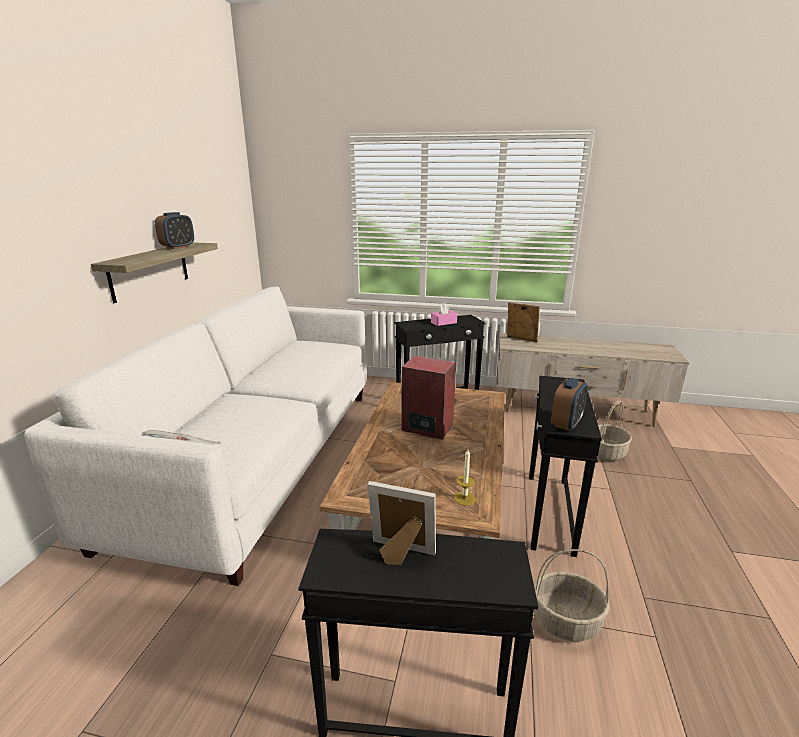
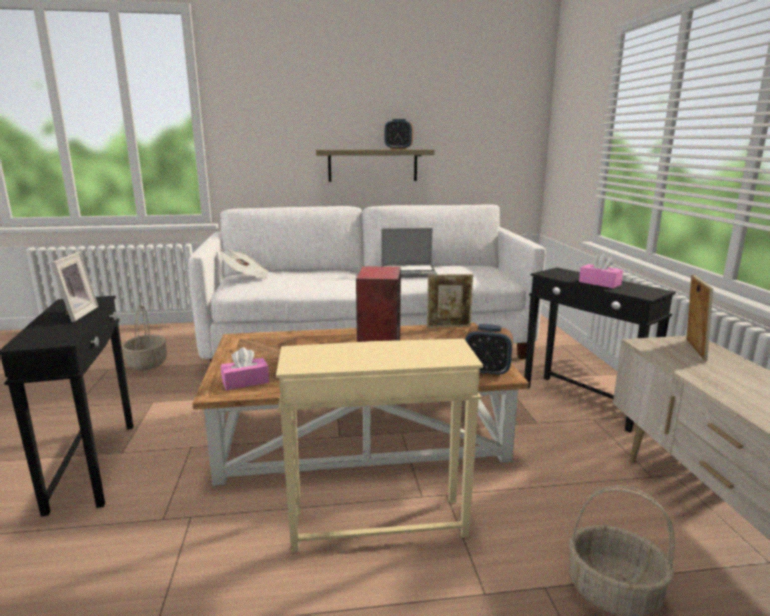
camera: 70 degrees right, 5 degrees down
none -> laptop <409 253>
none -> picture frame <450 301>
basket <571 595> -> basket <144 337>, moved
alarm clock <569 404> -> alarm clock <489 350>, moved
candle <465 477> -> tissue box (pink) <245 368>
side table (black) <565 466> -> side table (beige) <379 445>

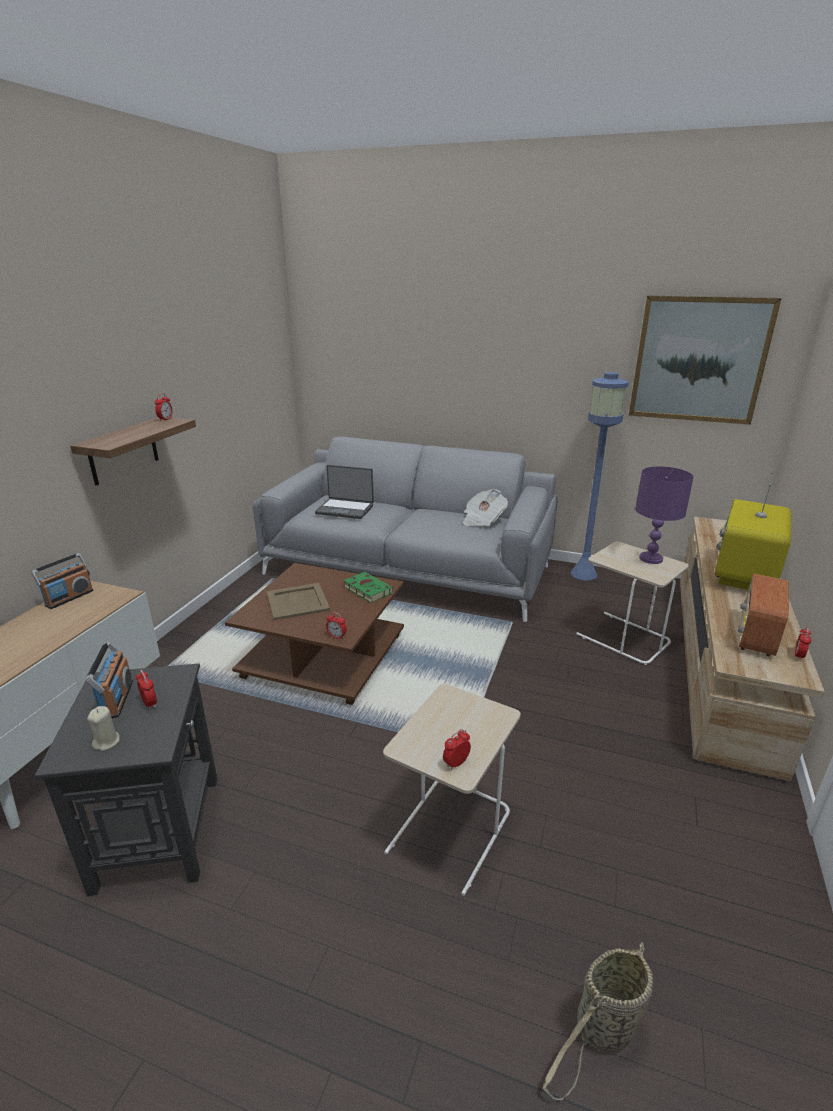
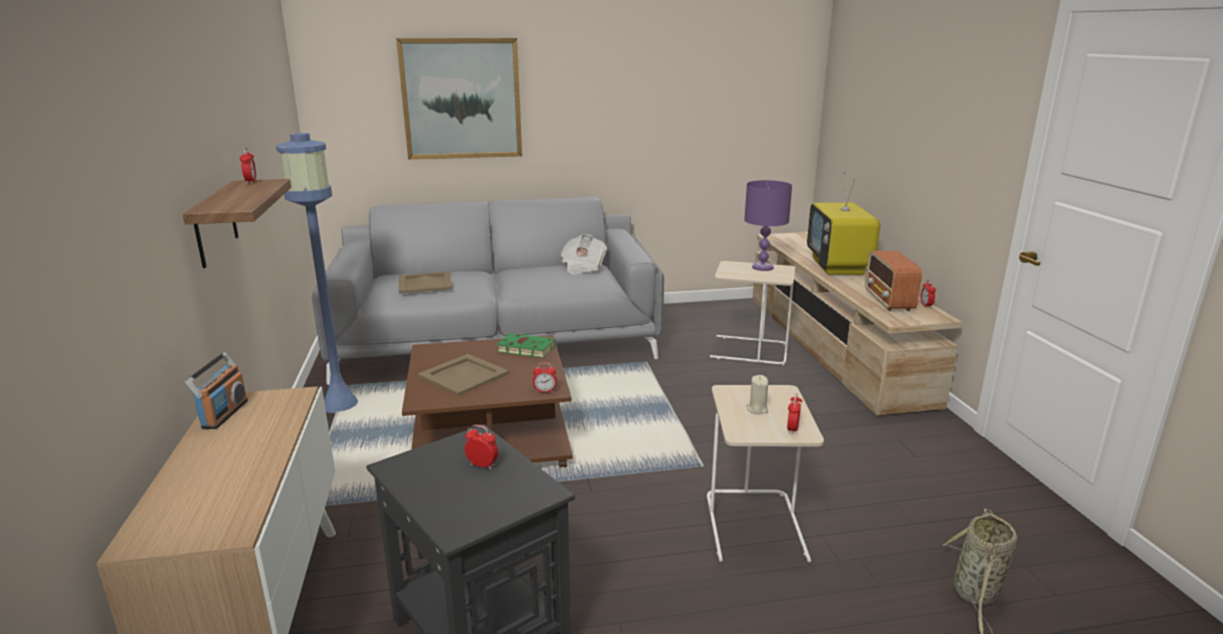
camera: 30 degrees left, 5 degrees down
radio <109 679> -> none
candle (beige) <103 728> -> candle (beige) <757 394>, moved
floor lamp (blue) <599 476> -> floor lamp (blue) <317 273>, moved
picture <705 360> -> picture <459 99>, moved
laptop <344 492> -> tray (beige) <426 282>

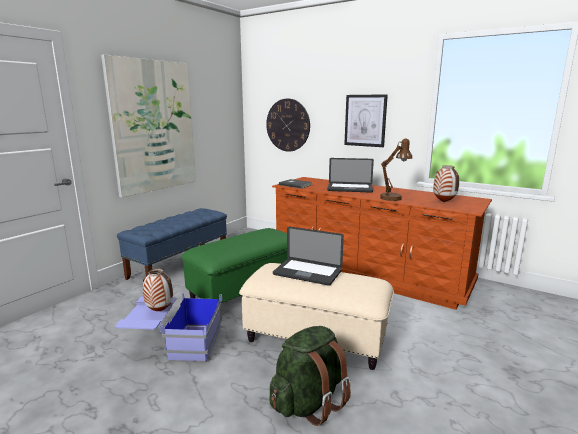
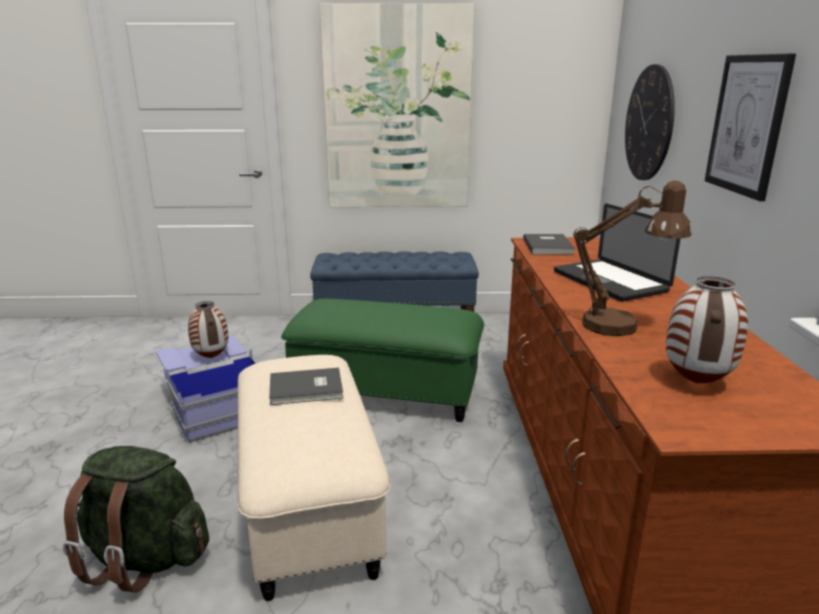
camera: 55 degrees right, 5 degrees up
laptop <308 256> -> book (grey) <306 386>

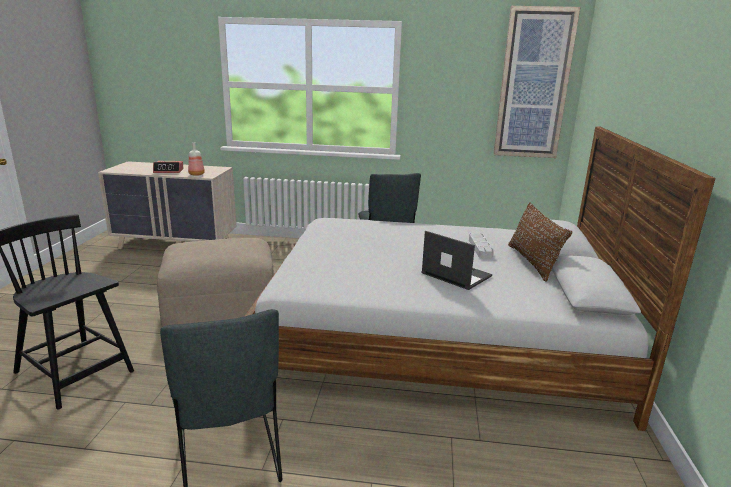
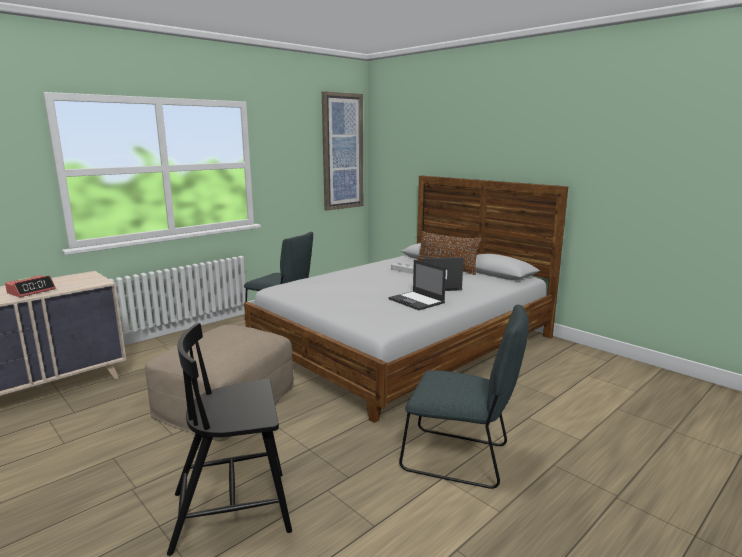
camera: 50 degrees left, 5 degrees down
bottle <196 159> -> none
none -> laptop <417 285>

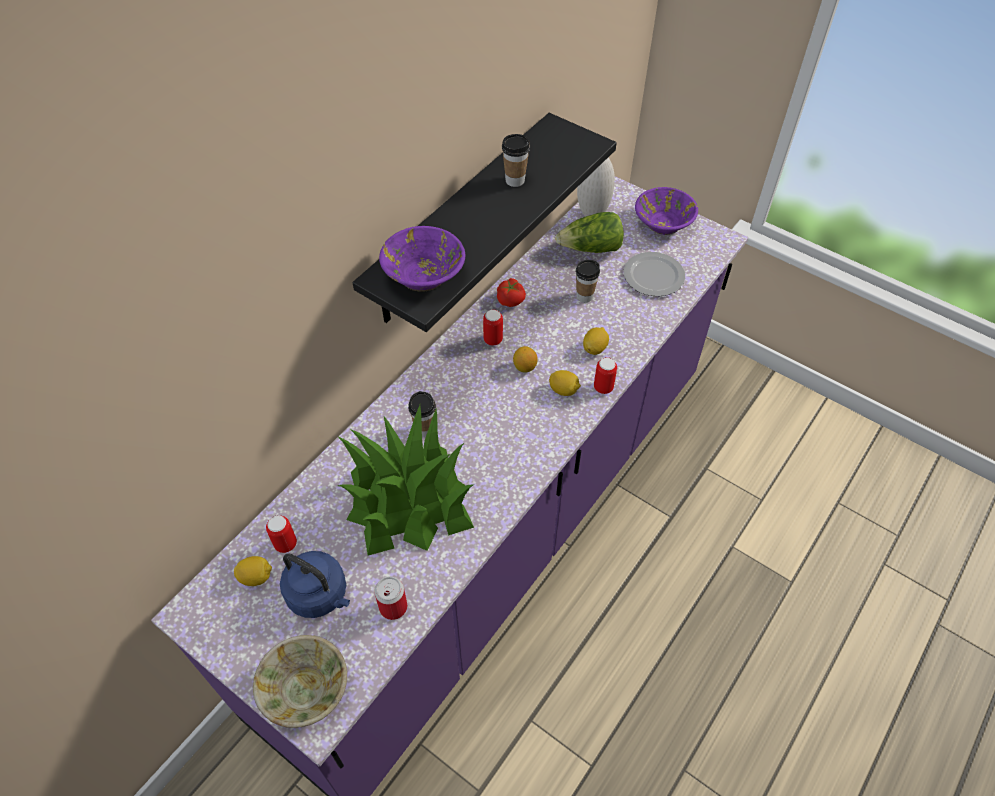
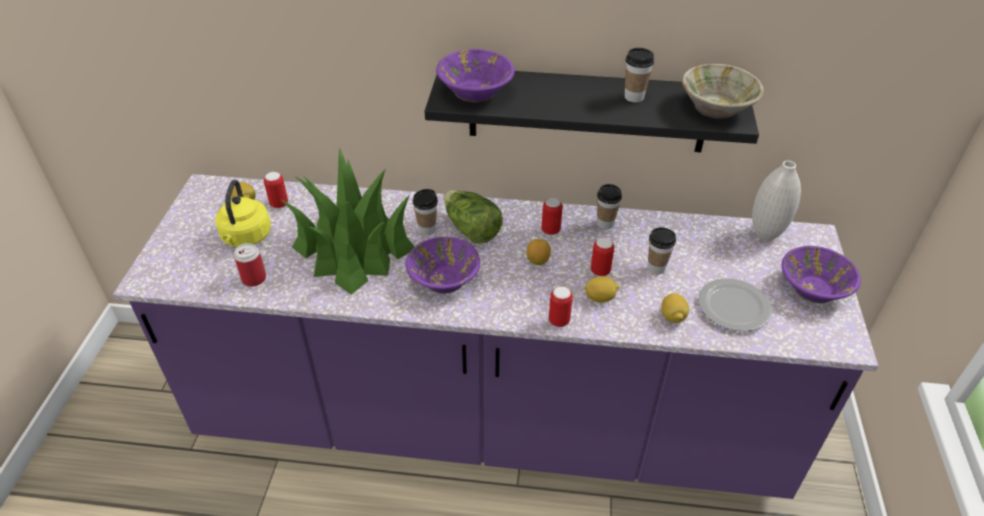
camera: 60 degrees right, 10 degrees down
none -> bowl (purple) <443 265>
none -> can <602 256>
bowl (beige) <300 681> -> bowl (beige) <723 91>, moved
lemon <565 383> -> lemon <675 308>, moved
lettuce <589 232> -> lettuce <473 216>, moved
tomato <511 292> -> cup <609 206>
kettle (blue) <315 584> -> kettle (yellow) <243 213>

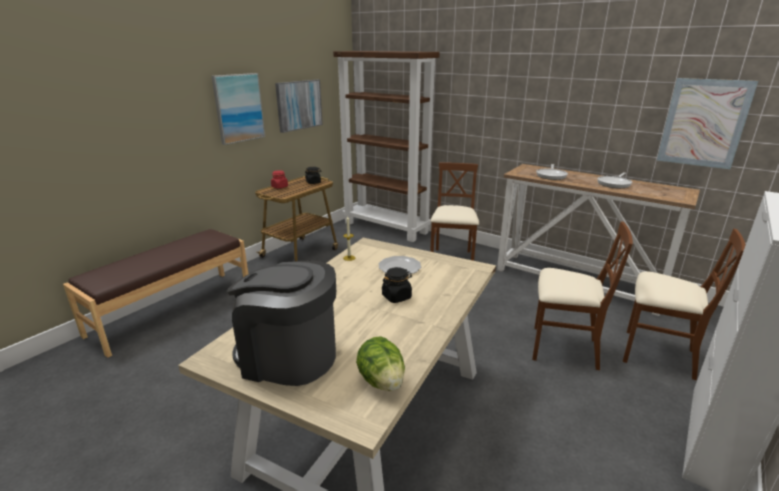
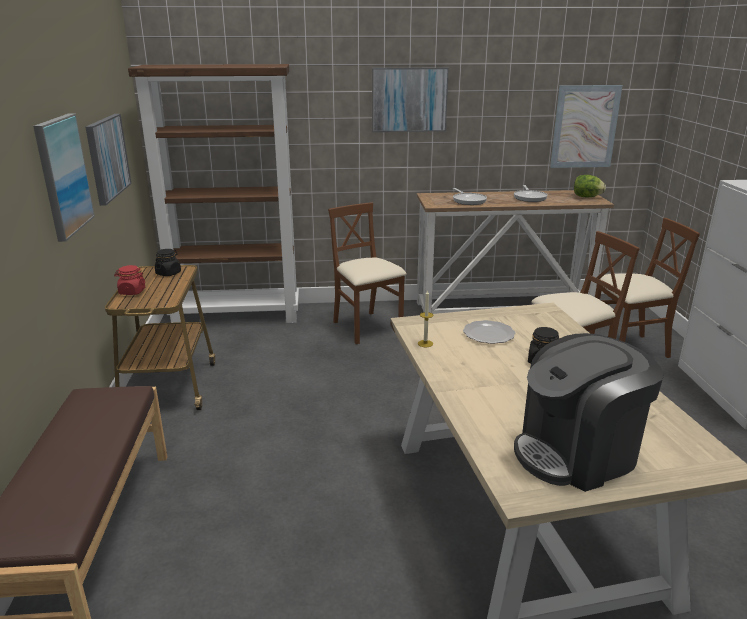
camera: 40 degrees left, 0 degrees up
none -> picture <410 99>
lettuce <380 363> -> lettuce <590 186>, moved

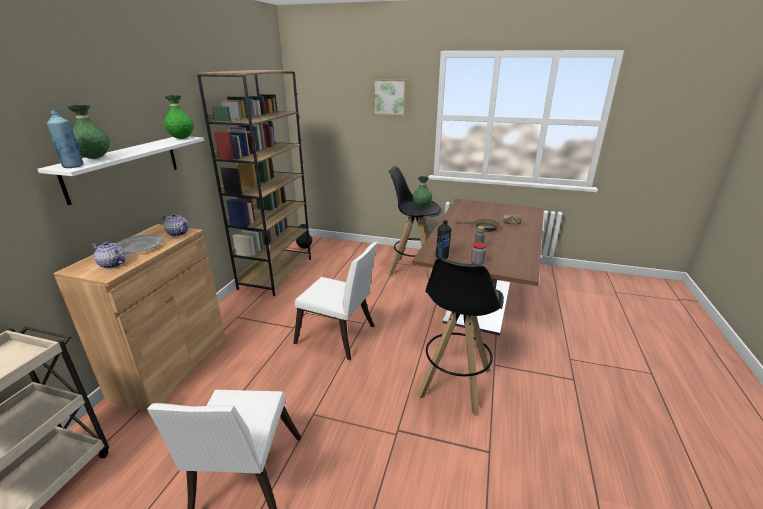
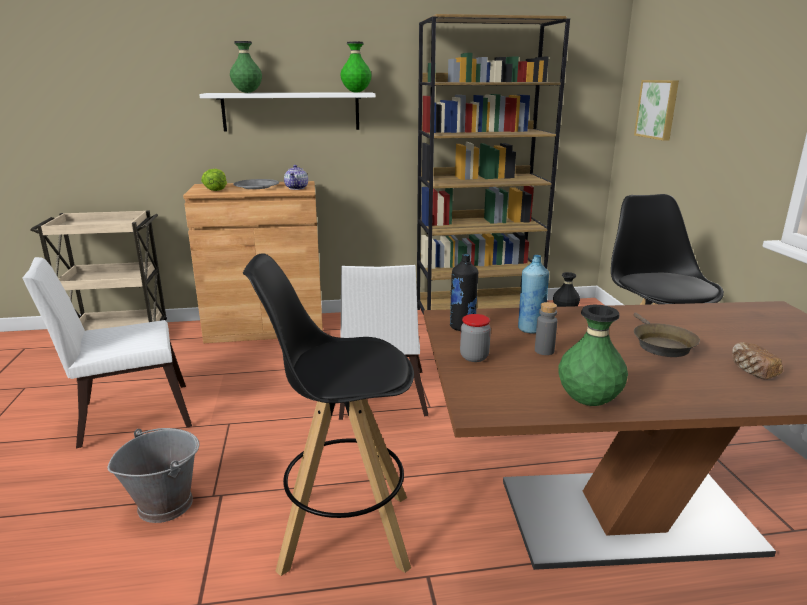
camera: 65 degrees right, 5 degrees down
none -> bucket (grey) <153 475>
bottle (blue) <65 138> -> bottle (blue) <533 294>, moved
picture <390 97> -> picture <656 110>, moved
vase (green) <422 191> -> vase (green) <593 355>, moved
teapot <109 255> -> lettuce <214 180>

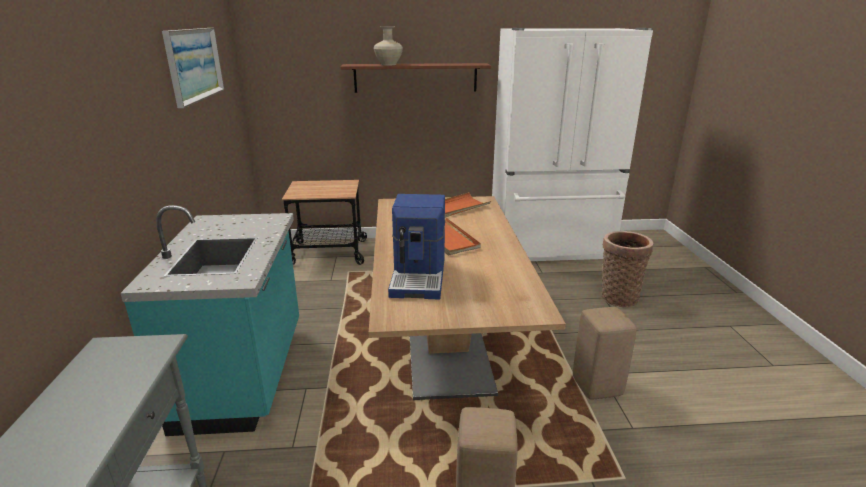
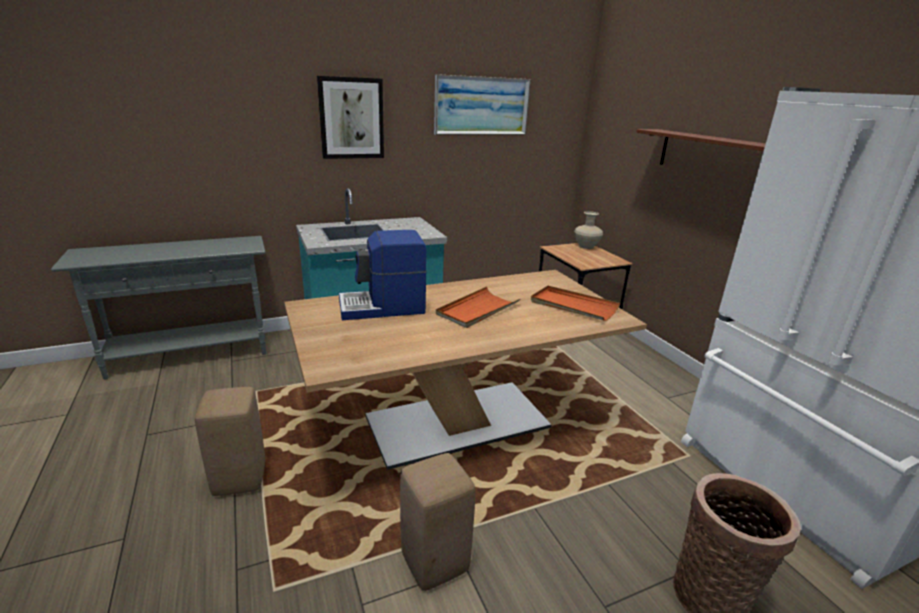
camera: 70 degrees right, 0 degrees up
none -> picture <350 117>
vase (beige) <388 45> -> vase (beige) <588 230>, moved

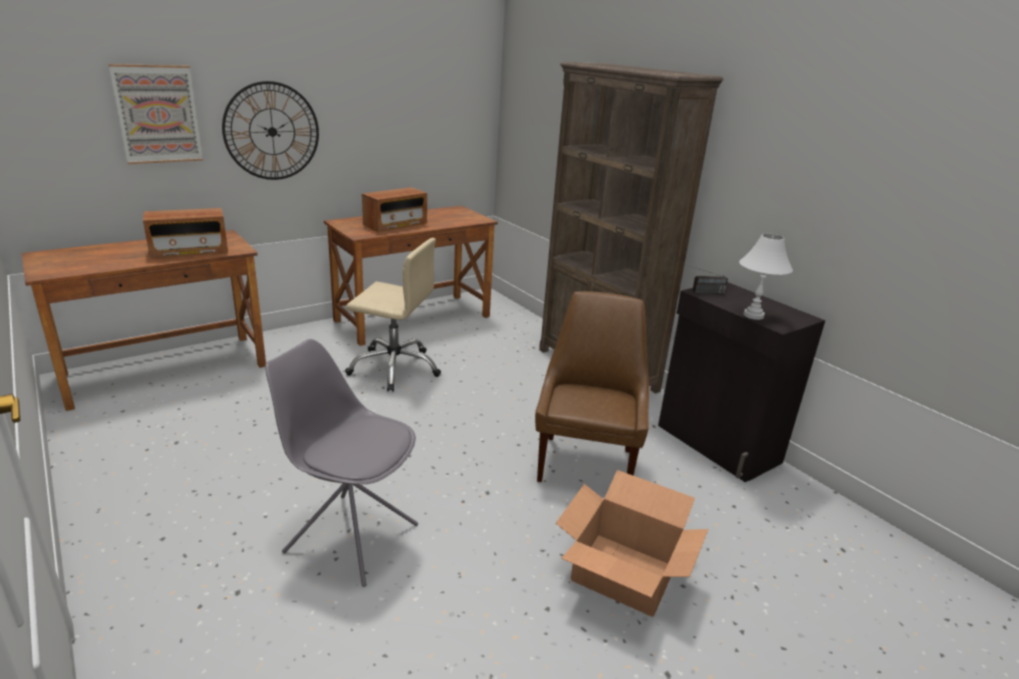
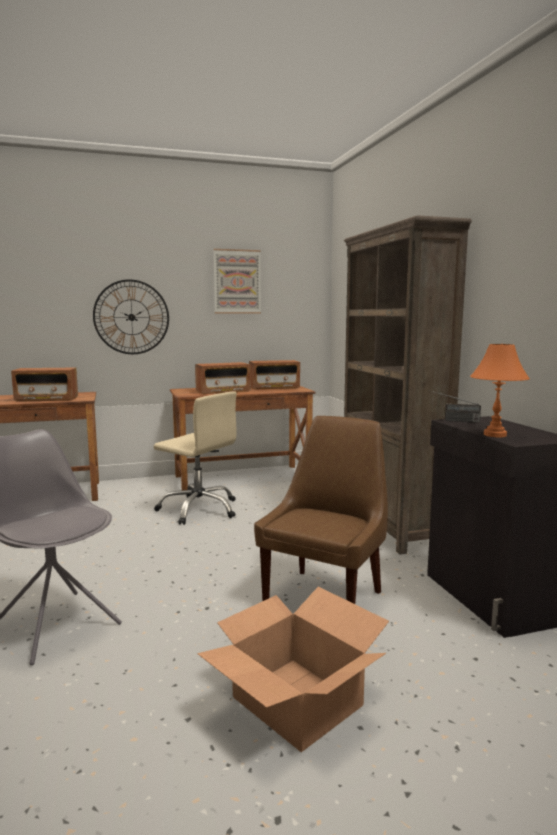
camera: 20 degrees right, 15 degrees down
none -> radio <274 375>
picture <156 114> -> picture <237 281>, moved
table lamp (white) <766 277> -> table lamp (orange) <500 390>

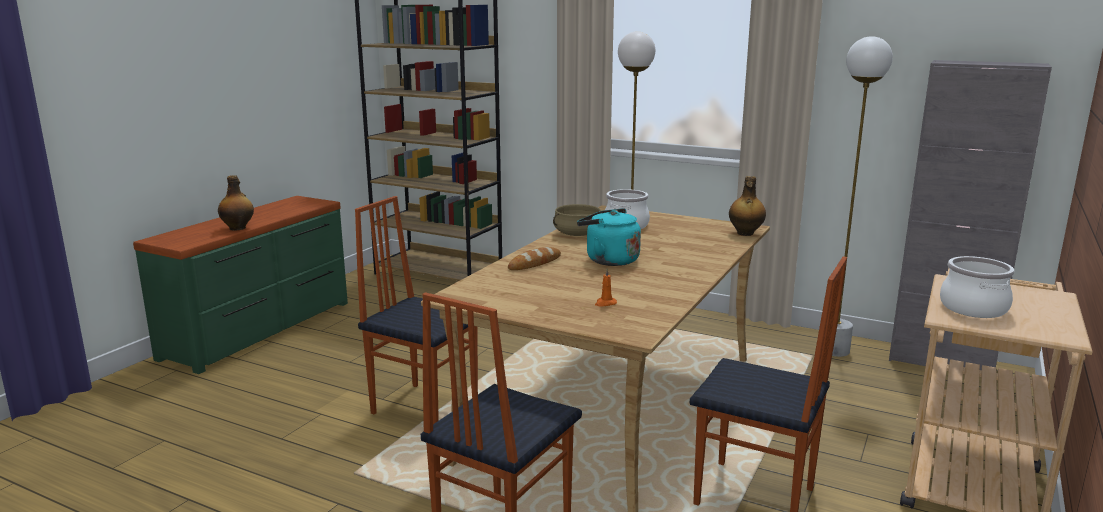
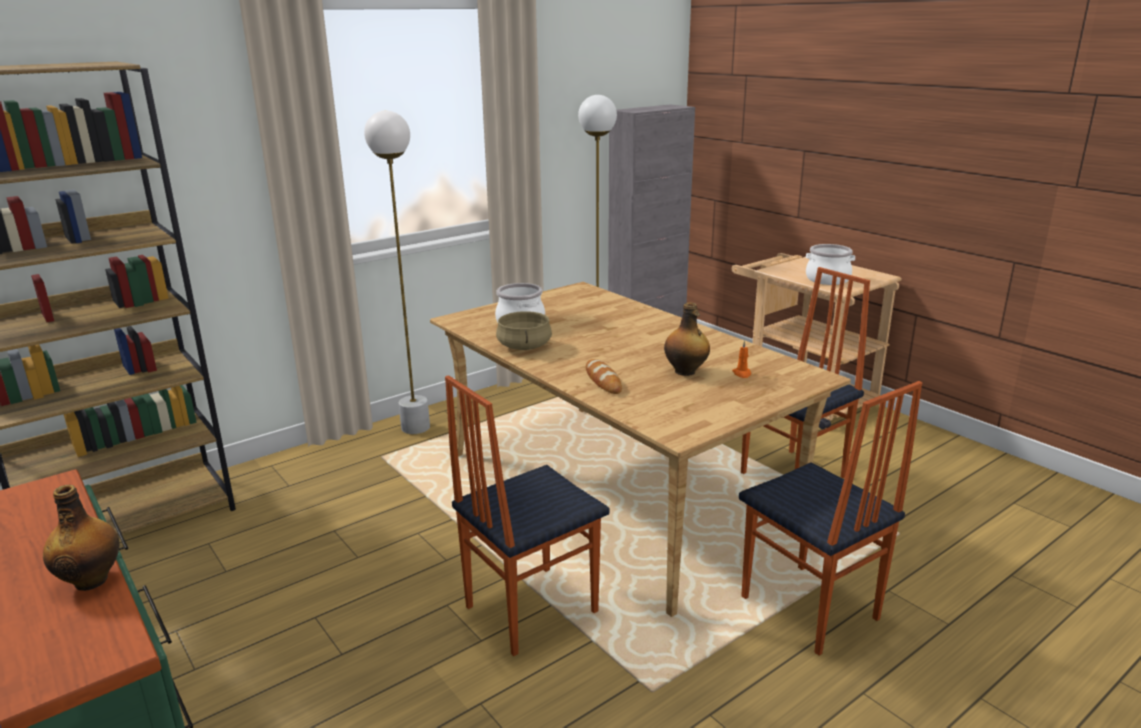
camera: 65 degrees left, 5 degrees up
kettle (turquoise) <609 237> -> none
bottle <747 206> -> bottle <687 339>, moved

